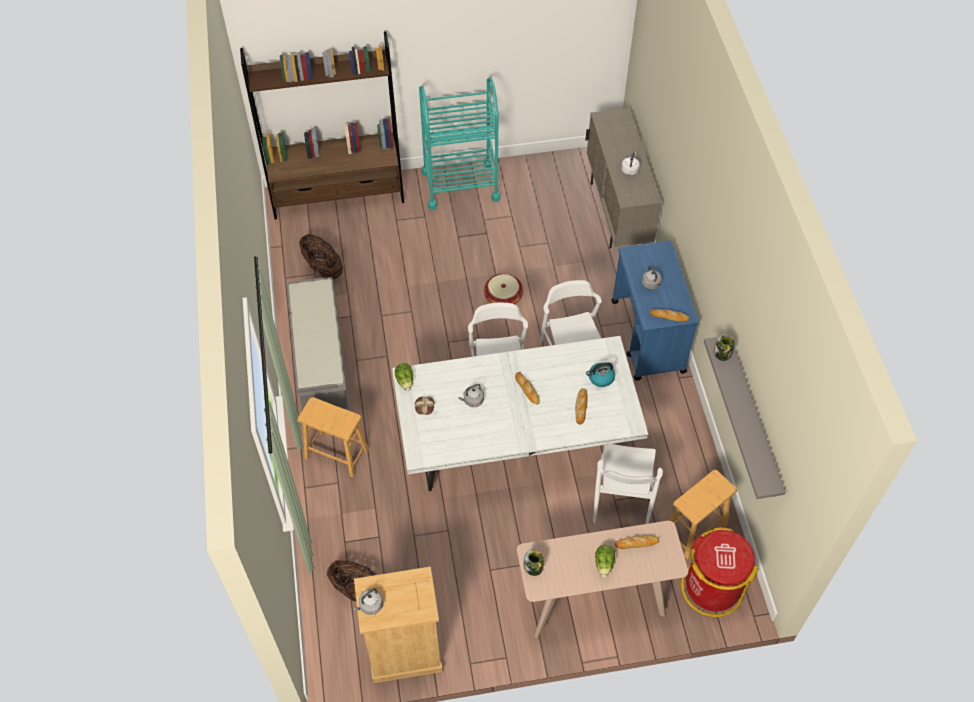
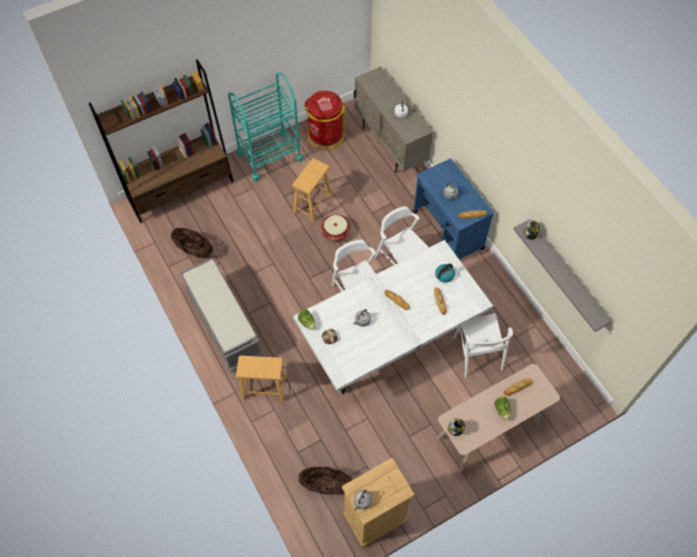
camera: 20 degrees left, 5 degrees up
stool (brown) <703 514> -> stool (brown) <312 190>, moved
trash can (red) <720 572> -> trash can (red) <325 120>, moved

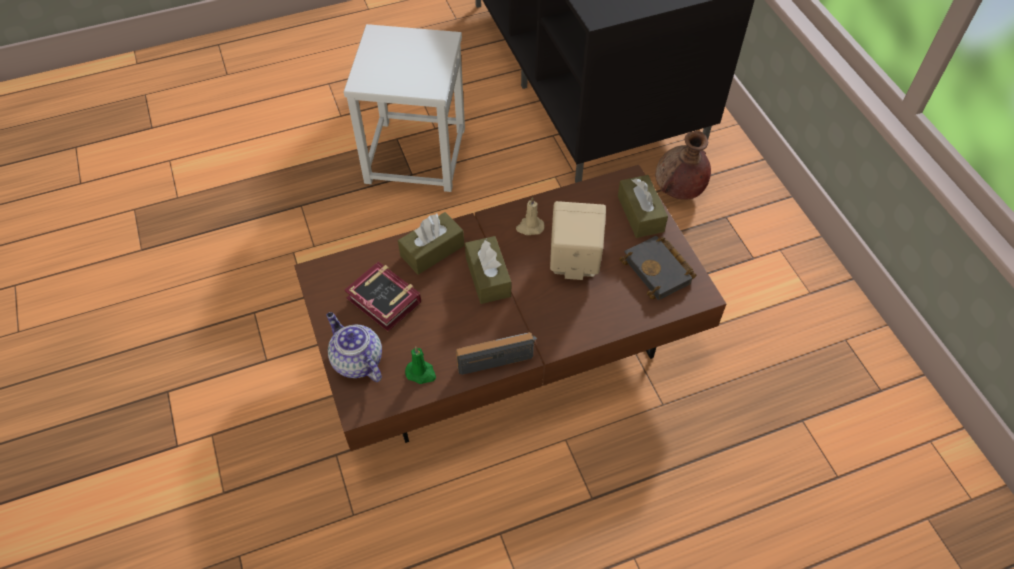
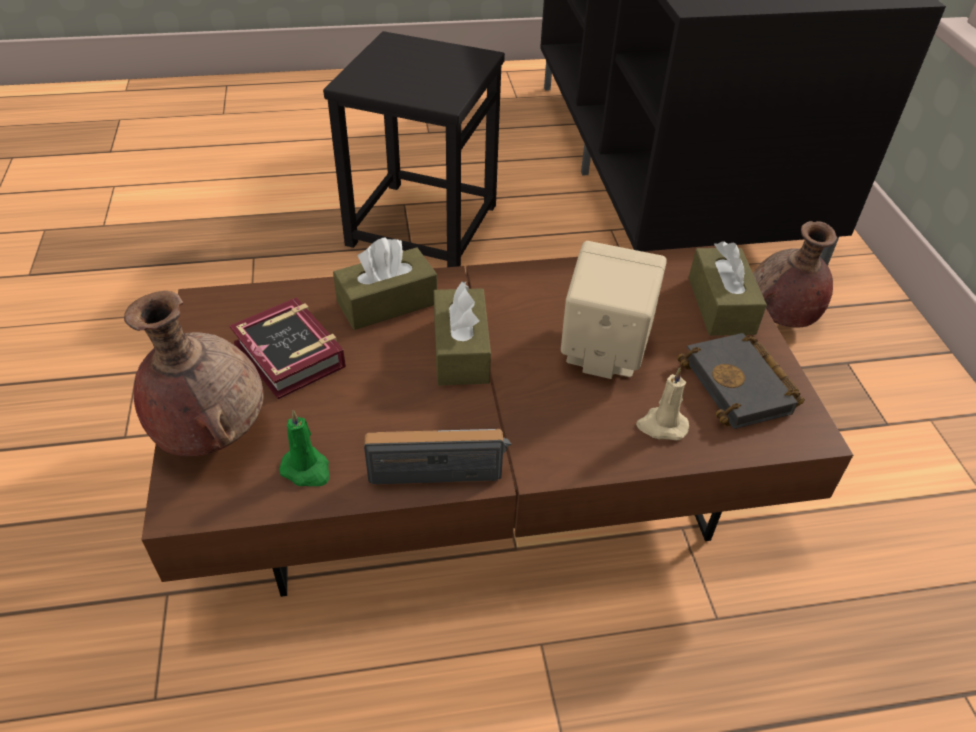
camera: 10 degrees right, 10 degrees down
candle (beige) <530 216> -> candle (beige) <662 403>, moved
teapot <354 347> -> vase (brown) <194 373>
stool (white) <404 108> -> stool (black) <414 149>

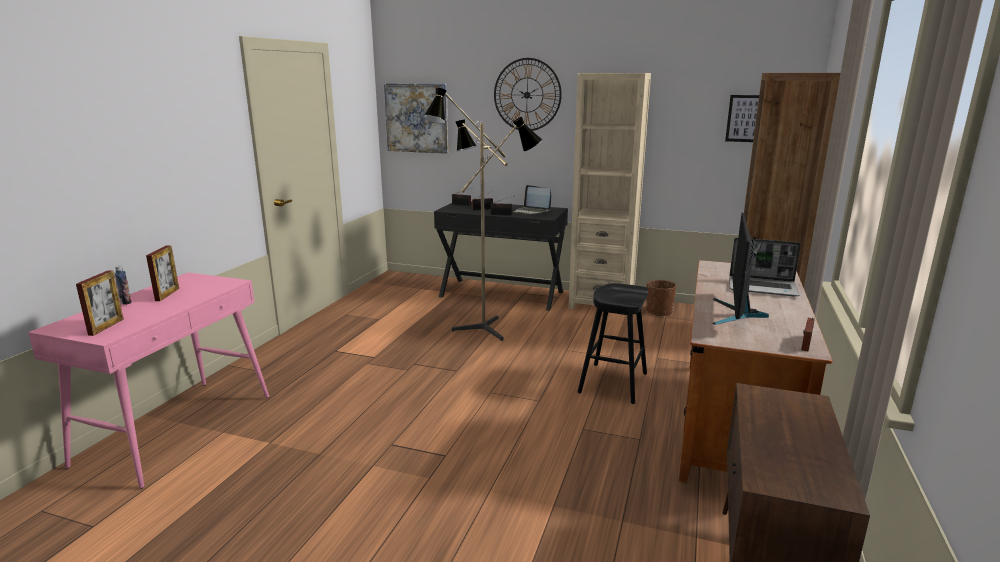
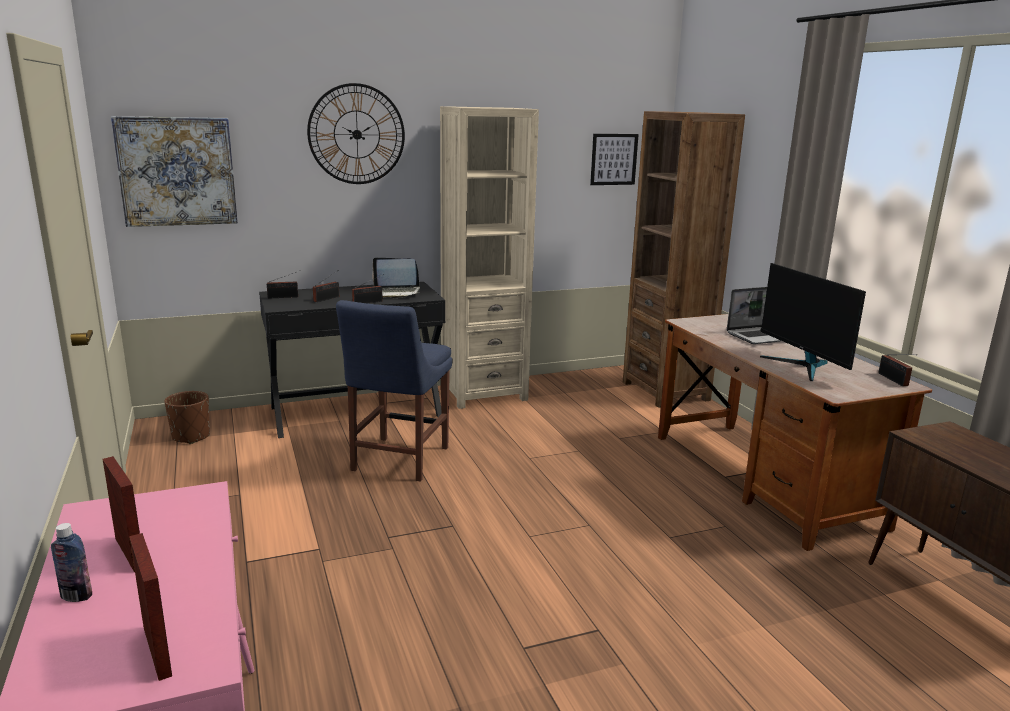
camera: 40 degrees left, 0 degrees up
stool (black) <613 343> -> none
planter (brown) <661 298> -> planter (brown) <187 417>, moved
floor lamp <482 214> -> chair (blue) <394 391>

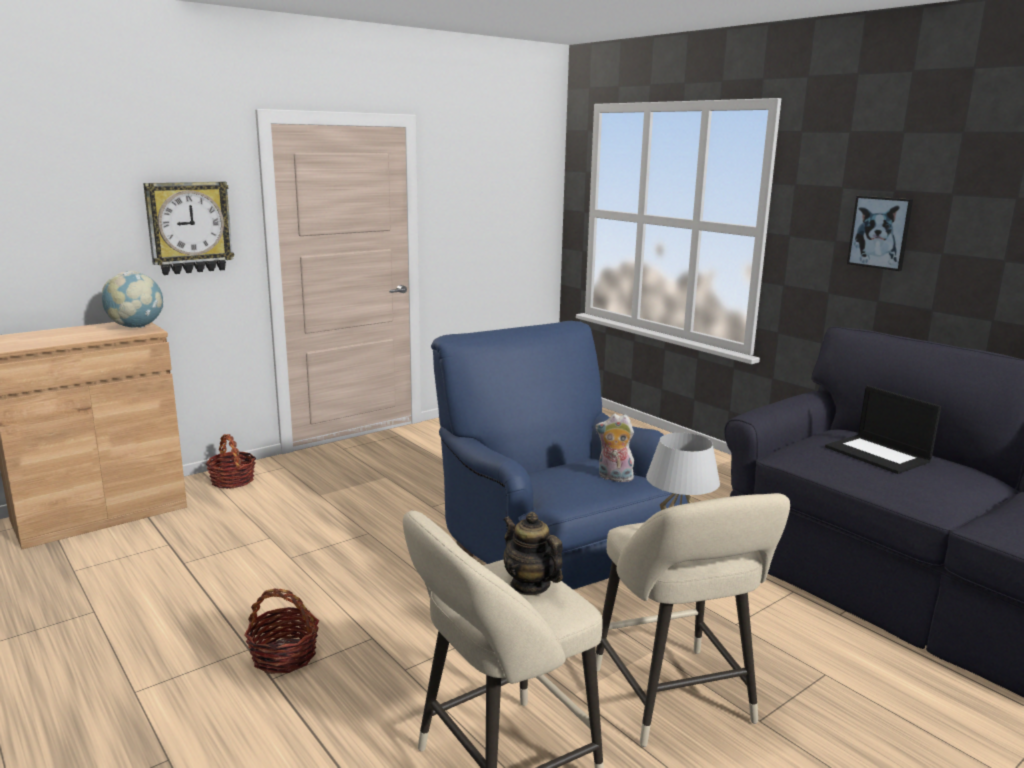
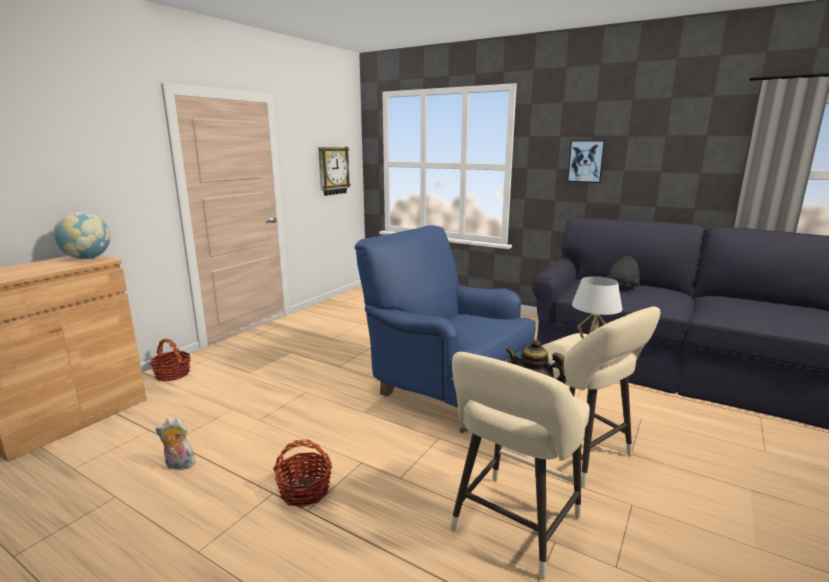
camera: 20 degrees left, 0 degrees up
wall clock <188 228> -> wall clock <334 171>, moved
plush toy <615 448> -> plush toy <177 443>, moved
laptop <883 429> -> hat (black) <623 271>

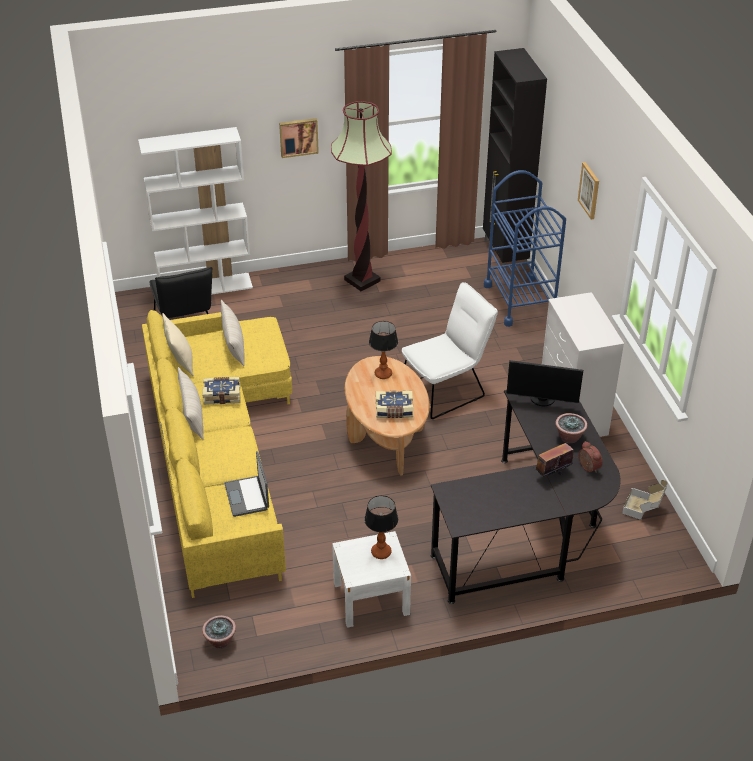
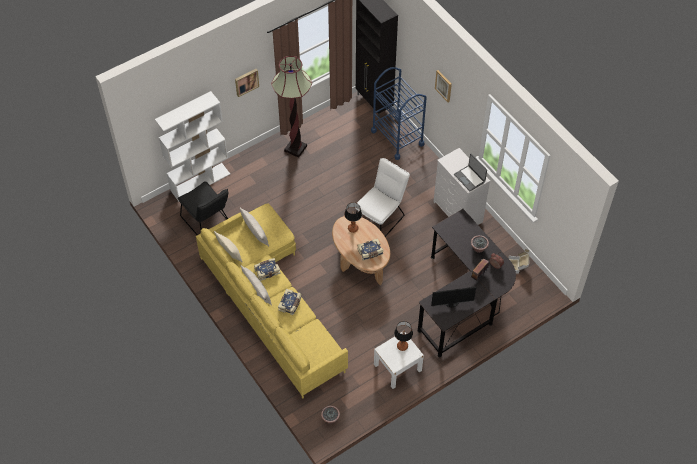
camera: 20 degrees left, 15 degrees up
none -> book <290 302>
laptop <246 484> -> laptop <470 172>, moved
monitor <545 383> -> monitor <453 297>, moved

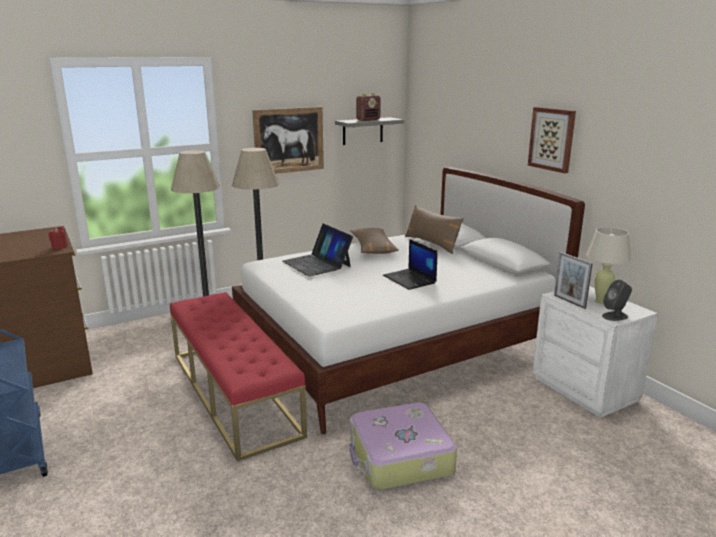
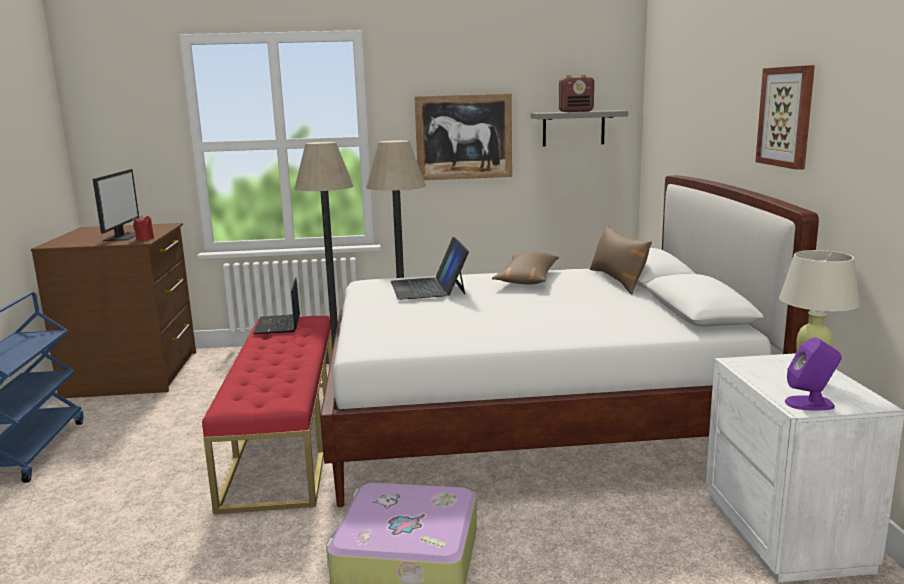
camera: 25 degrees right, 5 degrees down
picture frame <573 280> -> none
none -> monitor <116 205>
laptop <410 264> -> laptop <276 305>, moved
speaker (grey) <617 300> -> speaker (purple) <813 373>

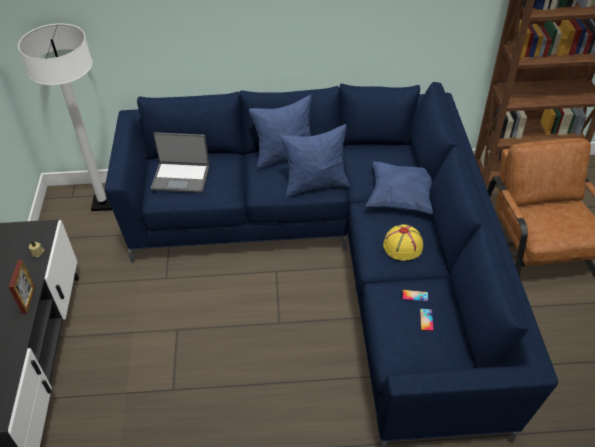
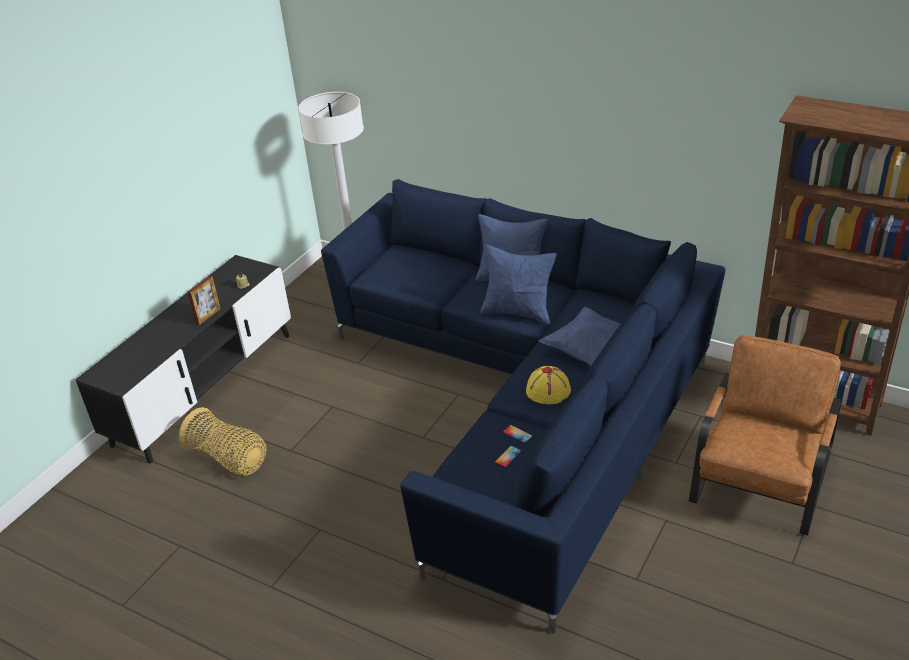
camera: 35 degrees right, 10 degrees down
laptop <180 162> -> none
none -> basket <222 441>

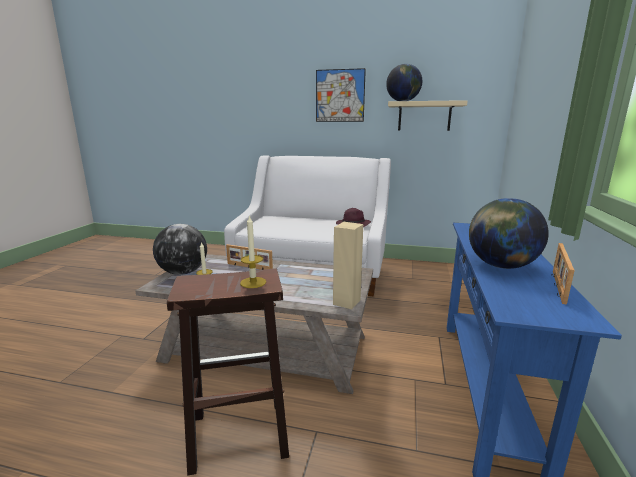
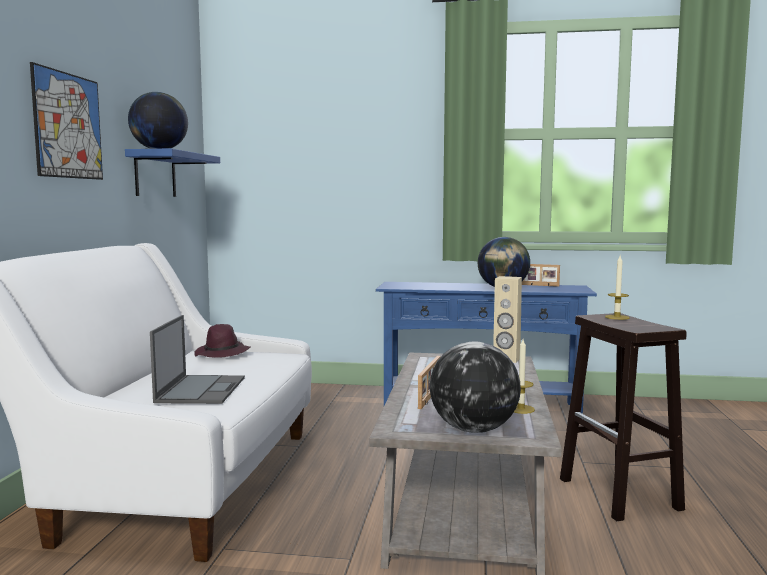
camera: 95 degrees left, 10 degrees down
none -> laptop <197 359>
shelf (beige) <427 115> -> shelf (blue) <172 172>

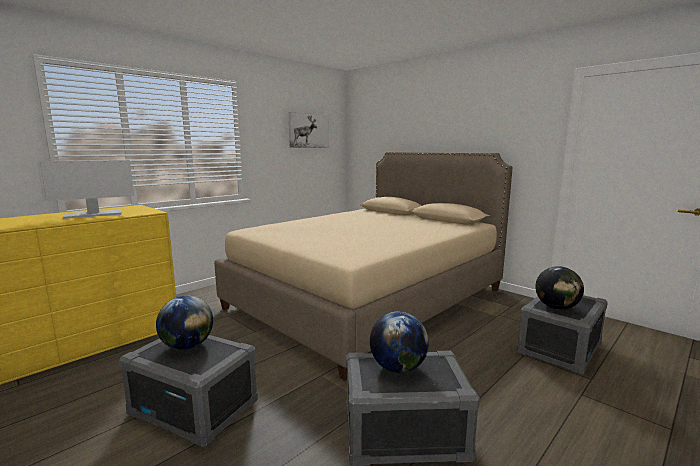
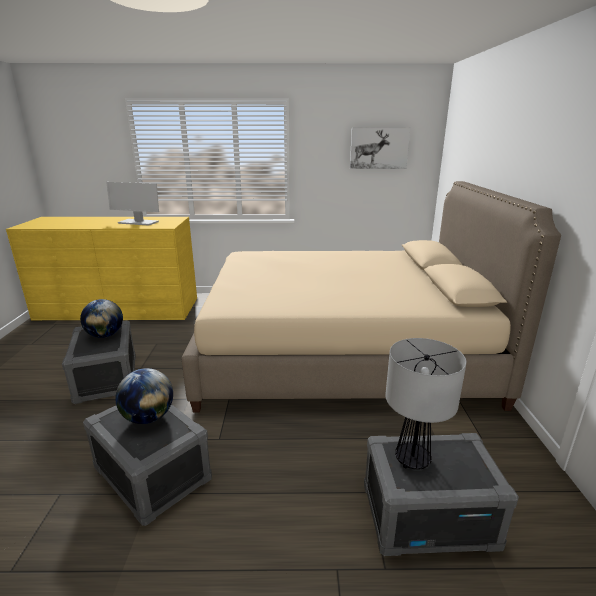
camera: 45 degrees right, 10 degrees up
globe <559 288> -> table lamp <425 404>

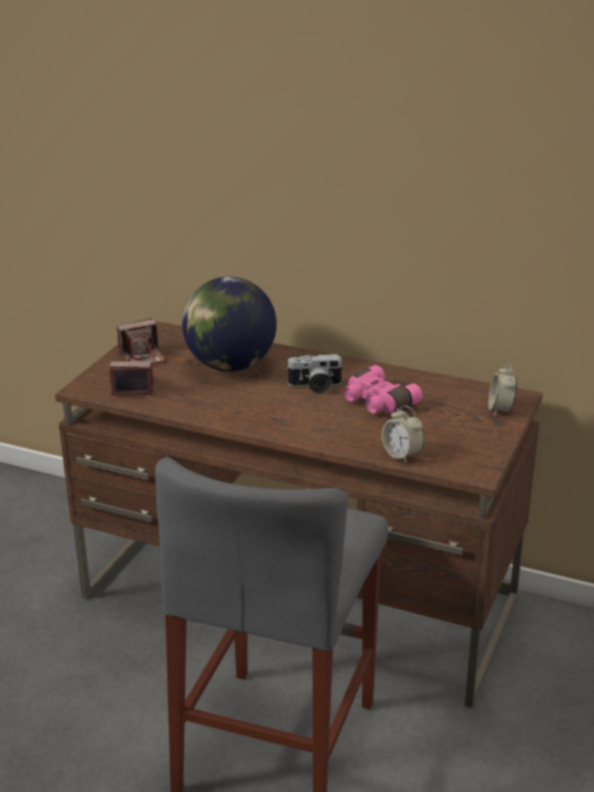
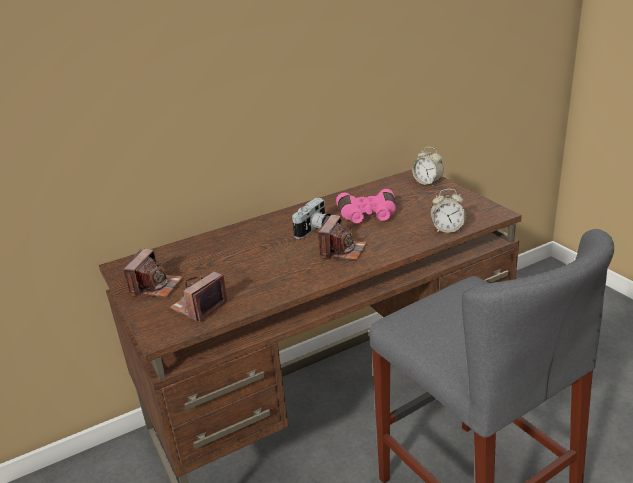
camera: 50 degrees left, 0 degrees up
globe <229 324> -> none
none -> photo camera <342 237>

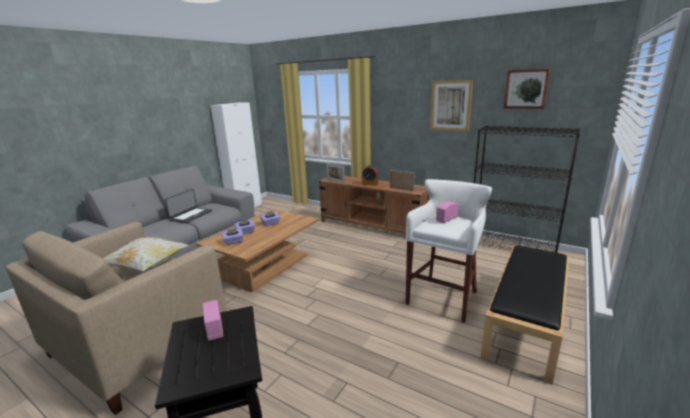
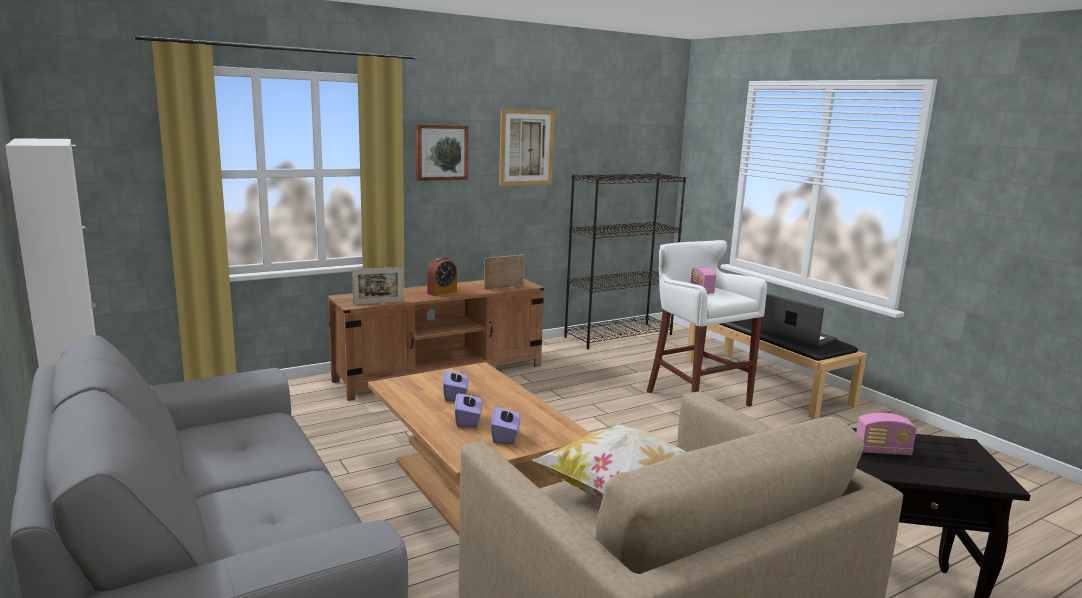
camera: 65 degrees left, 5 degrees down
laptop <189 206> -> laptop <799 320>, moved
picture <527 88> -> picture <442 152>, moved

